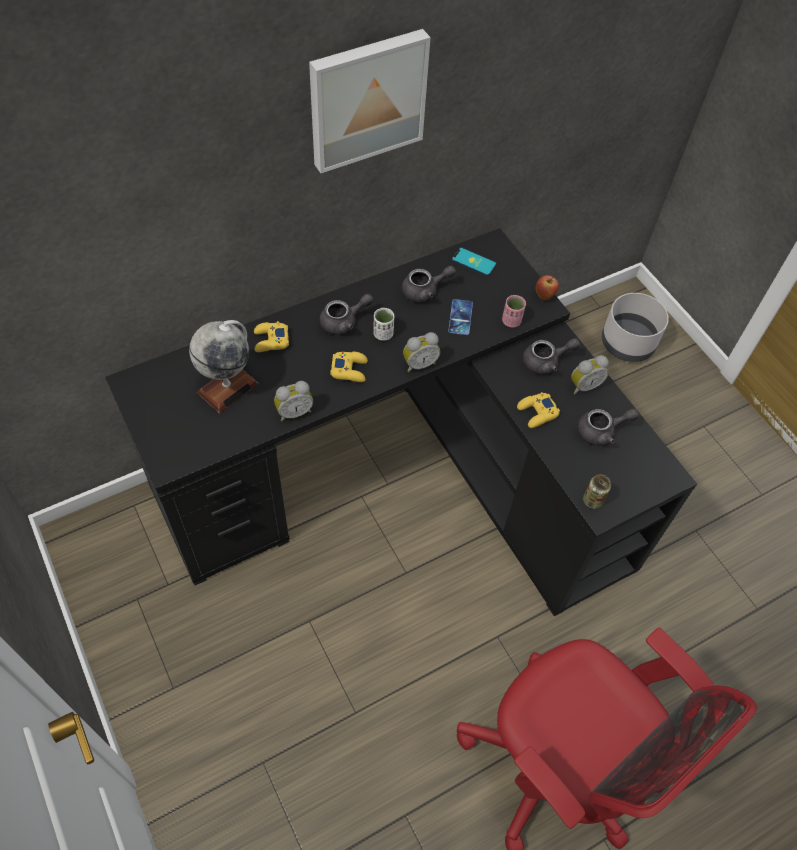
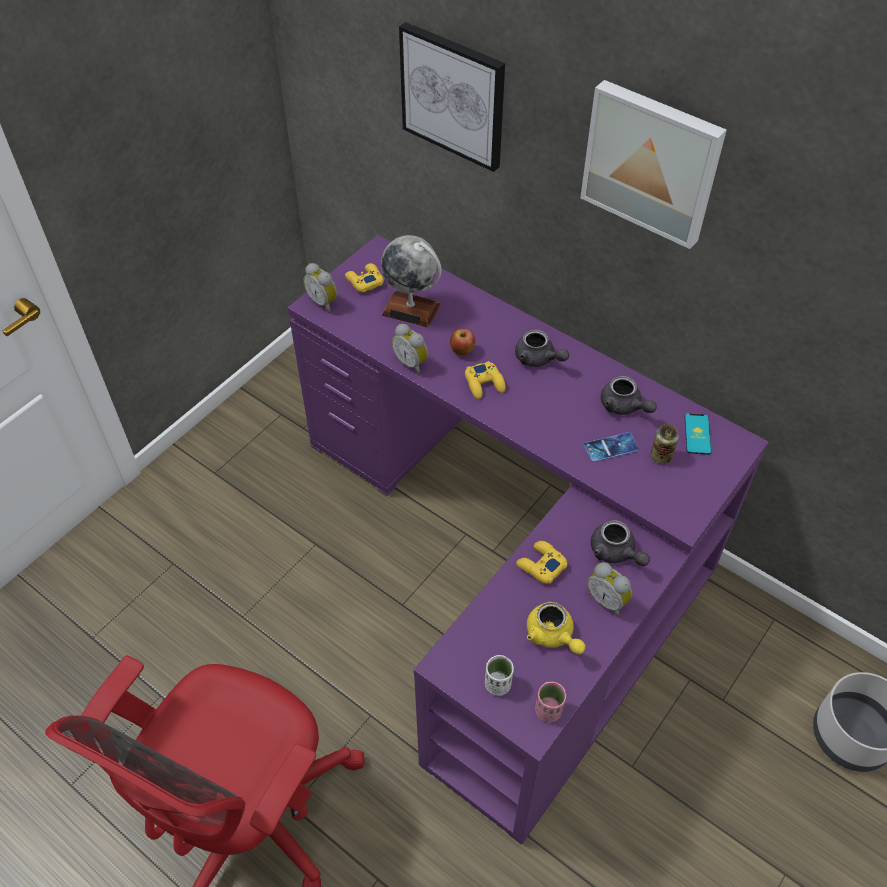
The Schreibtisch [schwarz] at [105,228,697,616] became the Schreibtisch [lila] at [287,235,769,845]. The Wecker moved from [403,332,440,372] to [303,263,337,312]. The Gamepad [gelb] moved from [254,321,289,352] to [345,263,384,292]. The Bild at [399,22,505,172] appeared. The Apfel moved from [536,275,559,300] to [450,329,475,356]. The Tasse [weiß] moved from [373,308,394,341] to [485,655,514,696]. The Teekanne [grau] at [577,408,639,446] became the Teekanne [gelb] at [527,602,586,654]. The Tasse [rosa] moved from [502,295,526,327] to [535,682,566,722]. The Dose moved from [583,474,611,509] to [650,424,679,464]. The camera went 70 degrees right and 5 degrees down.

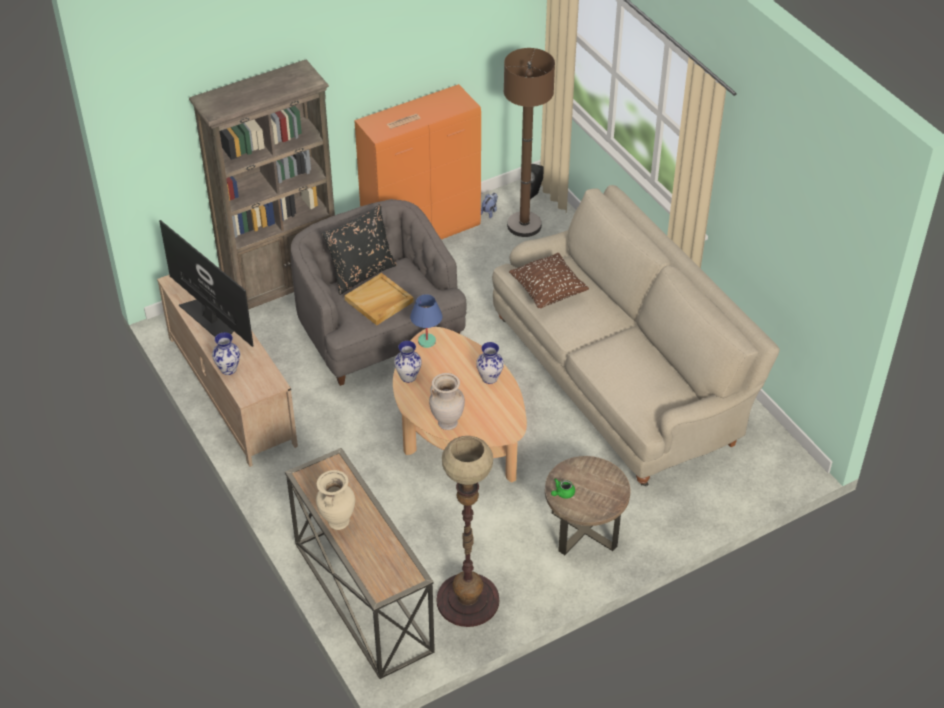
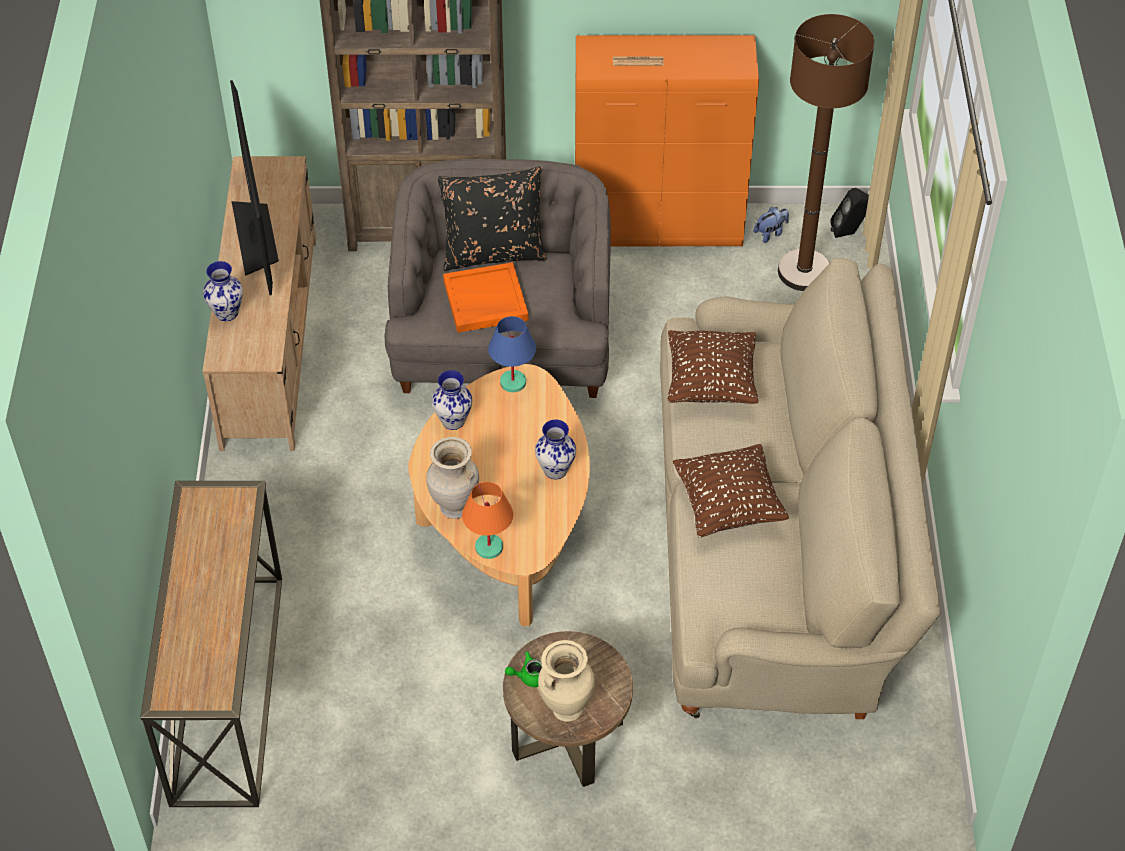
The Tablett [beige] at [344,273,414,325] became the Tablett [orange] at [443,262,528,333]. The Tischlampe [orange] at [462,482,513,559] appeared. The Vase [beige] moved from [316,470,355,530] to [538,640,595,722]. The Kissen [braun] at [673,444,789,538] appeared. The Stehlampe at [437,436,499,627] disappeared. The camera went 30 degrees right and 5 degrees up.

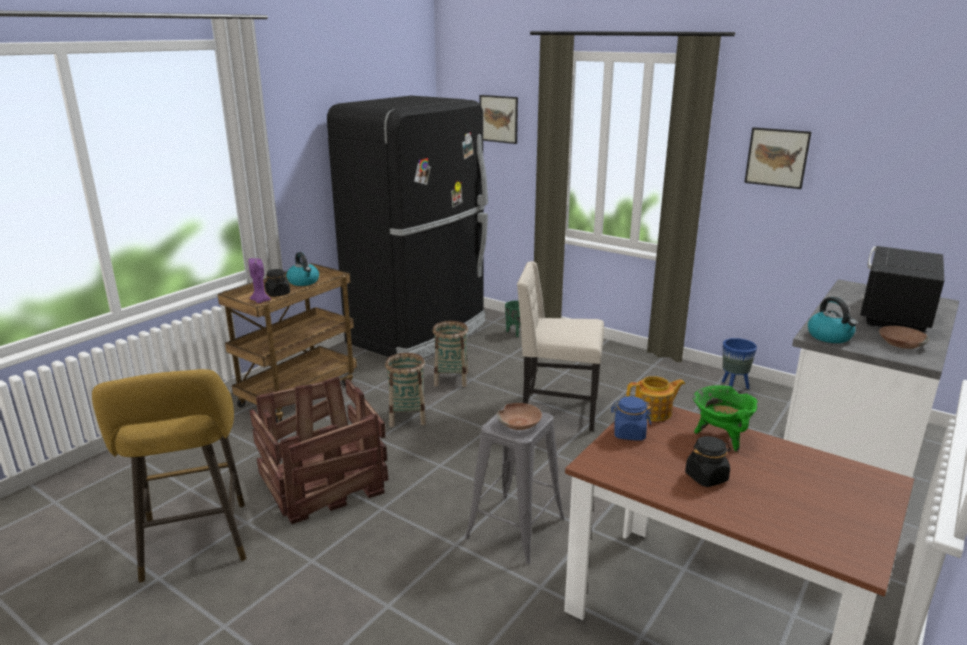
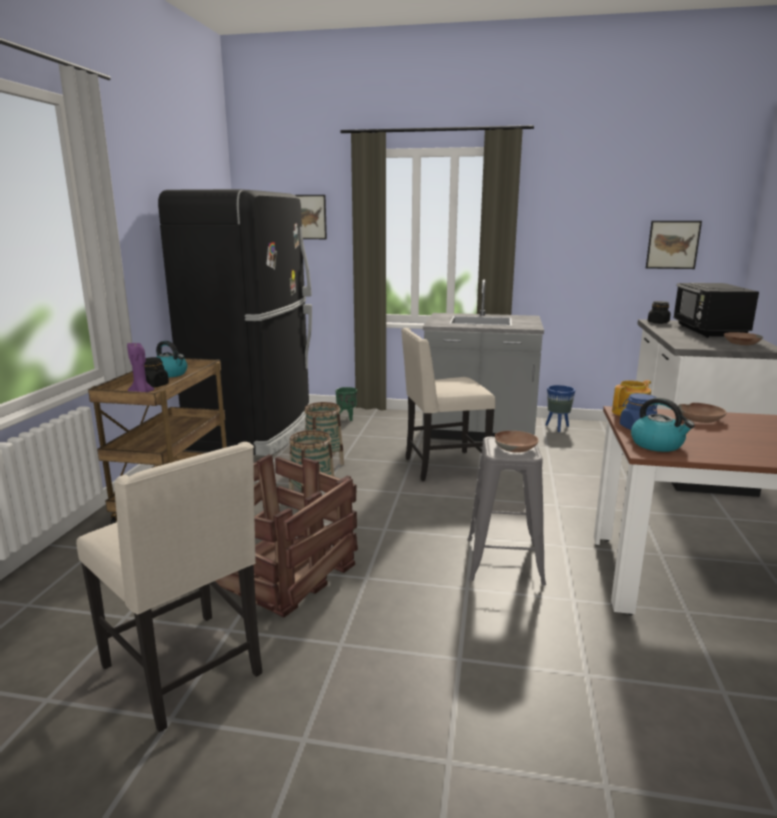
The Hocker [gelb] at [92,369,246,582] was replaced by the Stuhl [beige] at [76,442,262,732]. The Küchenzeile [grau] at [423,279,544,442] appeared. The Wasserkessel moved from [808,297,857,343] to [631,398,695,452]. The Bild moved from [744,127,811,189] to [646,221,702,269]. The Vorratsglas [schwarz] moved from [685,436,730,487] to [648,301,671,324]. The Kochtopf [grün] at [693,385,758,452] was replaced by the Schüssel [braun] at [677,403,727,423]. The camera went 25 degrees left and 5 degrees down.

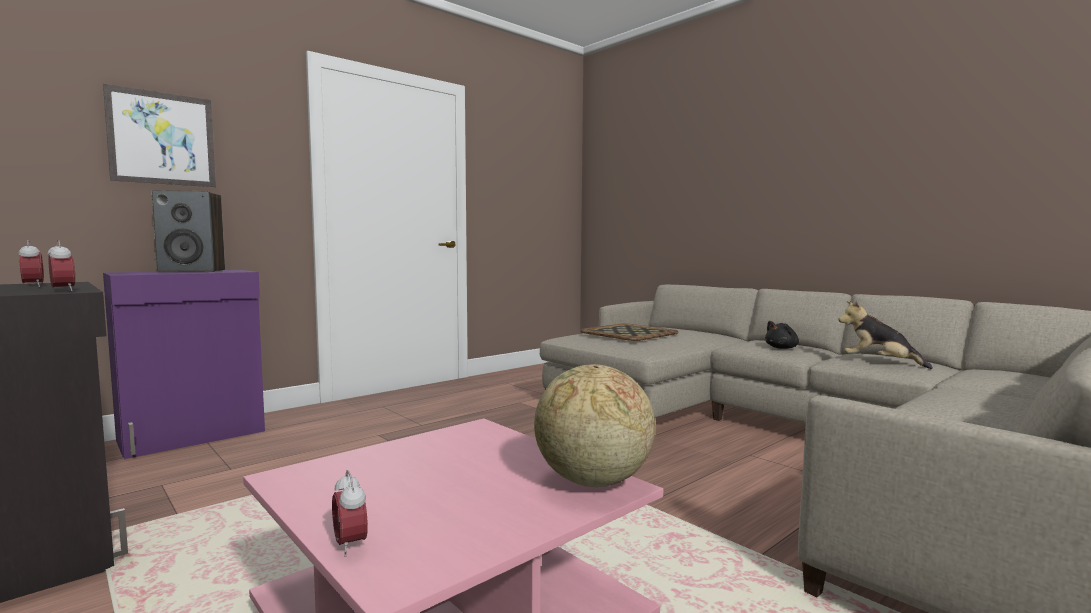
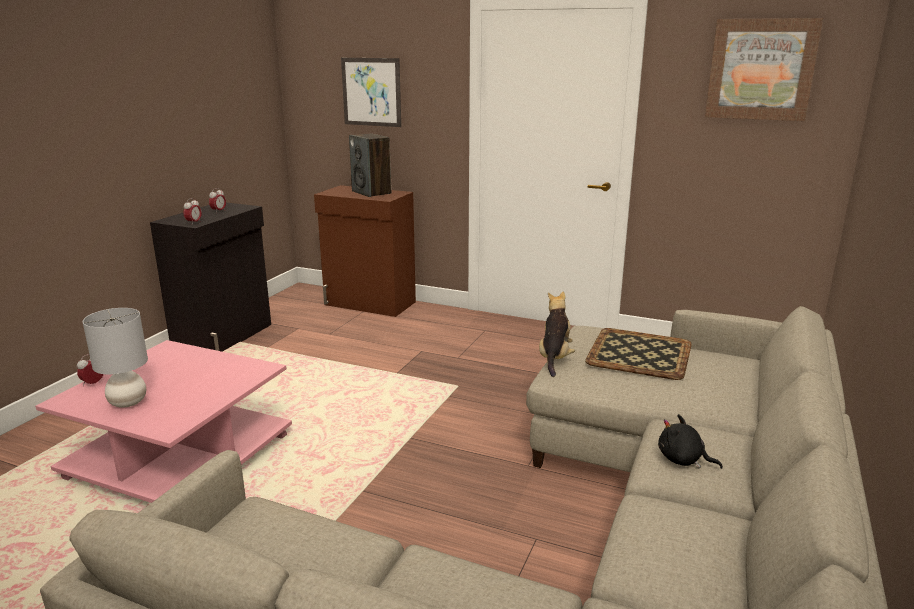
The Tischlampe [grau] at [83,308,148,408] appeared. The Schrank [lila] at [103,270,265,459] became the Schrank [braun] at [314,185,416,317]. The Plüschtier moved from [838,301,933,369] to [539,292,575,377]. The Bild at [705,18,823,121] appeared. The Globus at [534,364,655,487] disappeared. The camera went 65 degrees right and 15 degrees up.

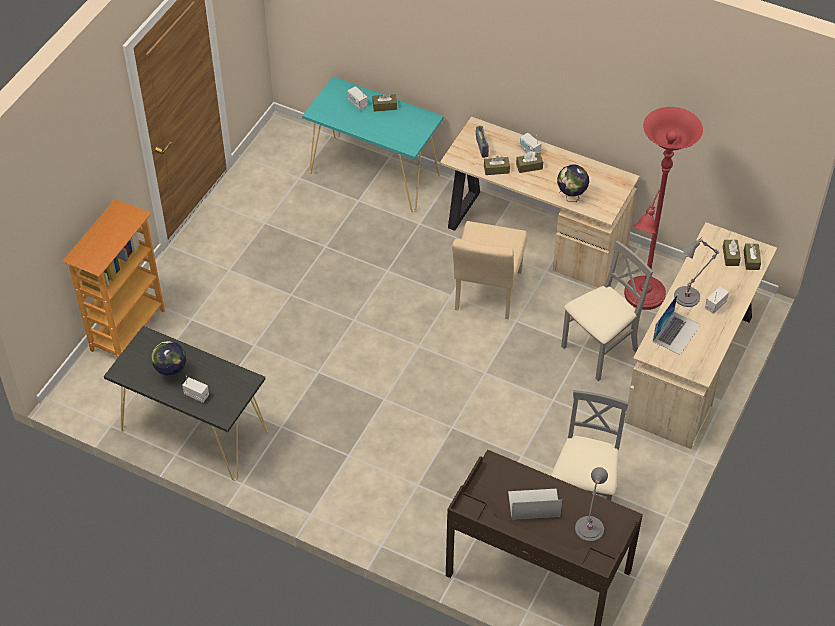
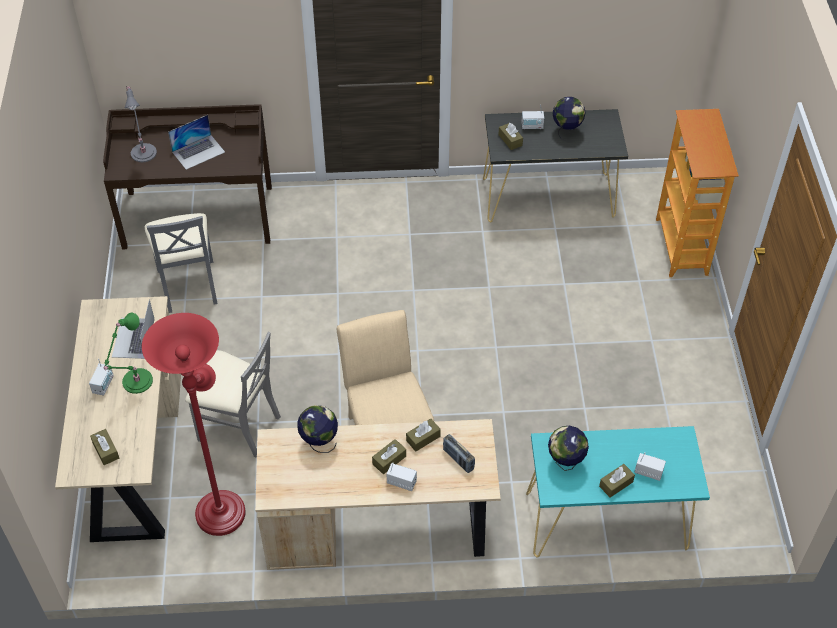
The Tischlampe [grau] at [674,237,719,307] became the Tischlampe [grün] at [103,313,153,394]. The Stuhl [grau] at [561,241,653,381] turned 90 degrees counterclockwise. The Taschentuchbox [braun] moved from [744,244,761,270] to [498,123,523,150]. The Globus at [548,426,589,471] appeared. The camera went 150 degrees right and 0 degrees up.

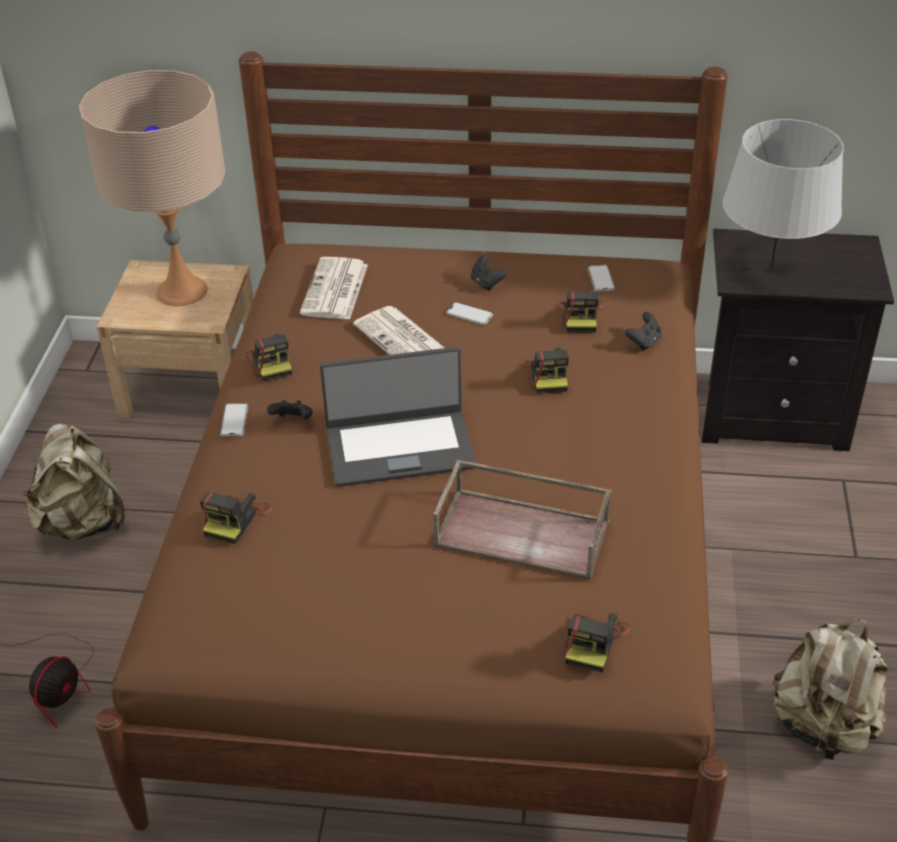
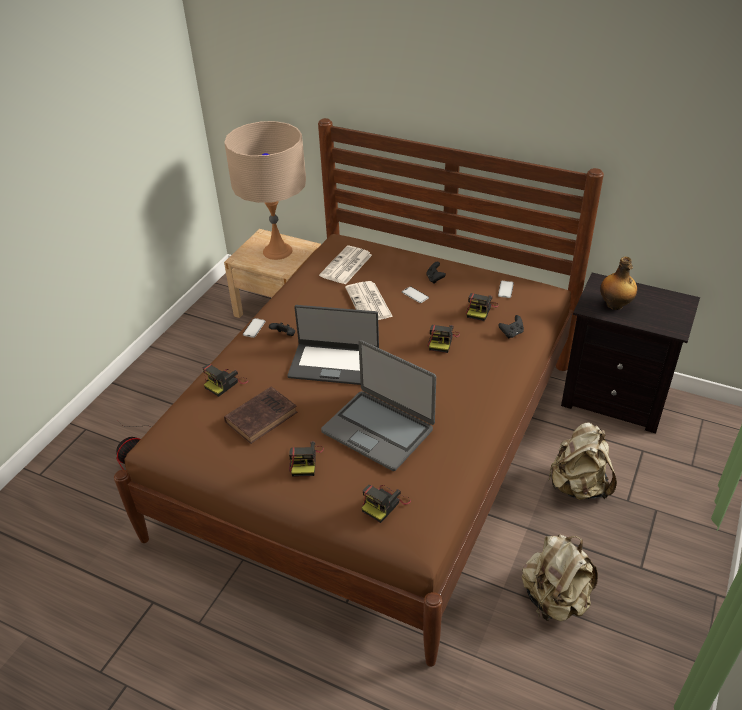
The Buch [braun] at [224,386,298,444] appeared. The Kamera moved from [245,333,292,381] to [289,441,324,477]. The Tablett [braun] at [433,460,612,580] was replaced by the Laptop at [321,340,436,471]. The Rucksack [beige] moved from [23,424,125,540] to [548,422,617,500]. The Tischlampe [grau] at [723,119,844,271] was replaced by the Flasche at [600,257,637,310]. The camera went 20 degrees right and 0 degrees up.

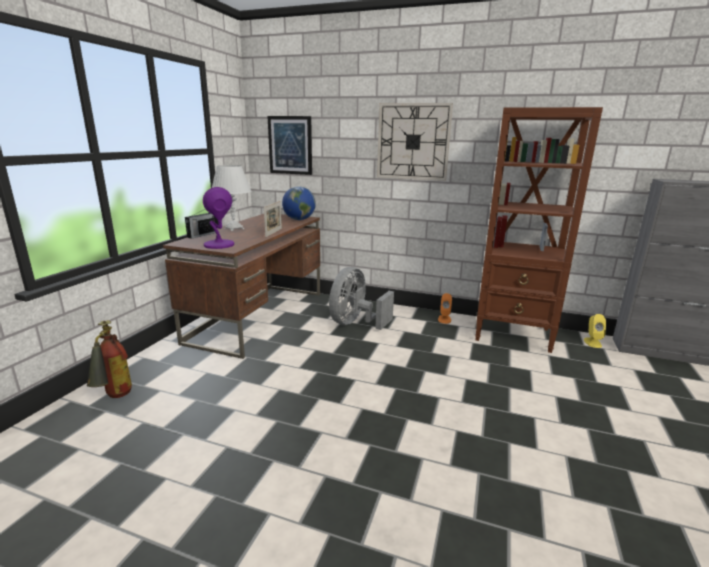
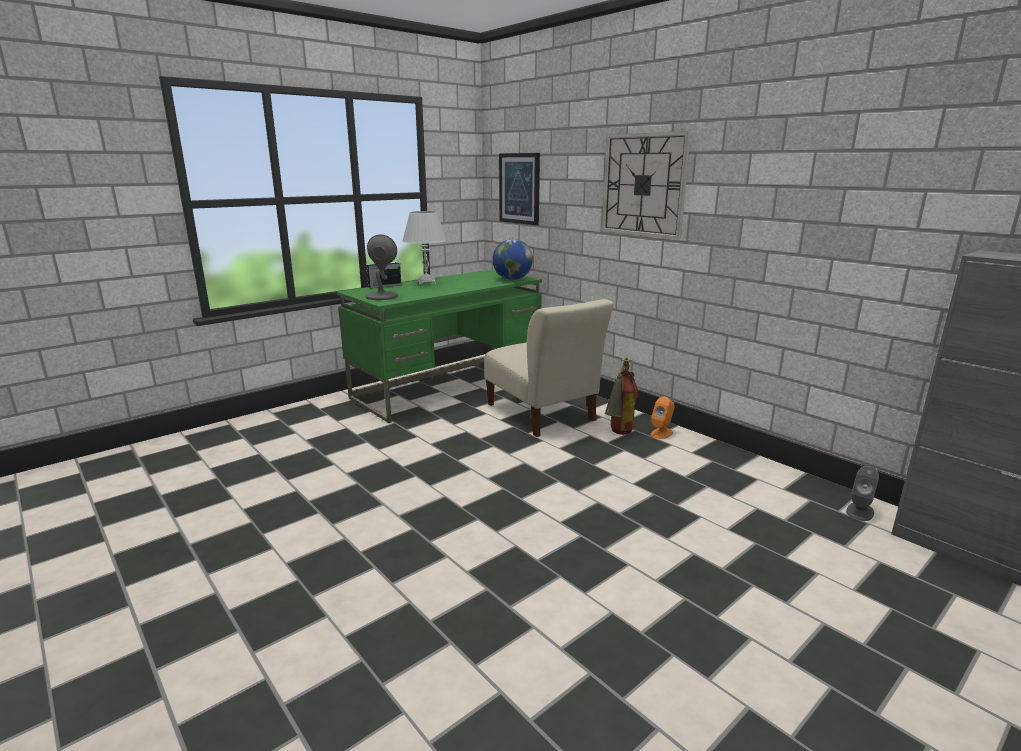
The Schreibtisch [braun] at [163,214,320,359] became the Schreibtisch [grün] at [337,269,542,423]. The Tischlampe [lila] at [203,187,234,249] became the Tischlampe [grau] at [366,234,398,300]. The Ventilator [grau] at [329,267,394,330] was replaced by the Stuhl [beige] at [484,299,614,437]. The Feuerlöscher moved from [87,320,132,398] to [605,358,638,435]. The Lautsprecher [gelb] at [584,314,606,348] became the Lautsprecher [grau] at [846,466,879,521]. The Bilderrahmen at [264,201,282,237] disappeared. The Bücherregal [braun] at [475,107,603,353] disappeared. The camera went 30 degrees right and 0 degrees up.

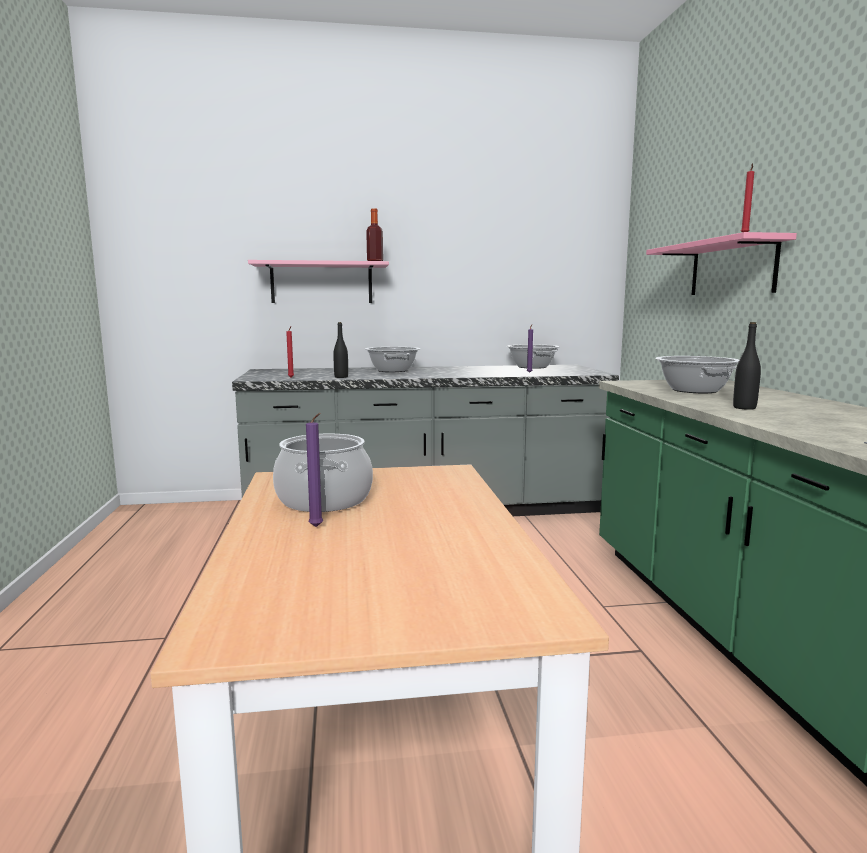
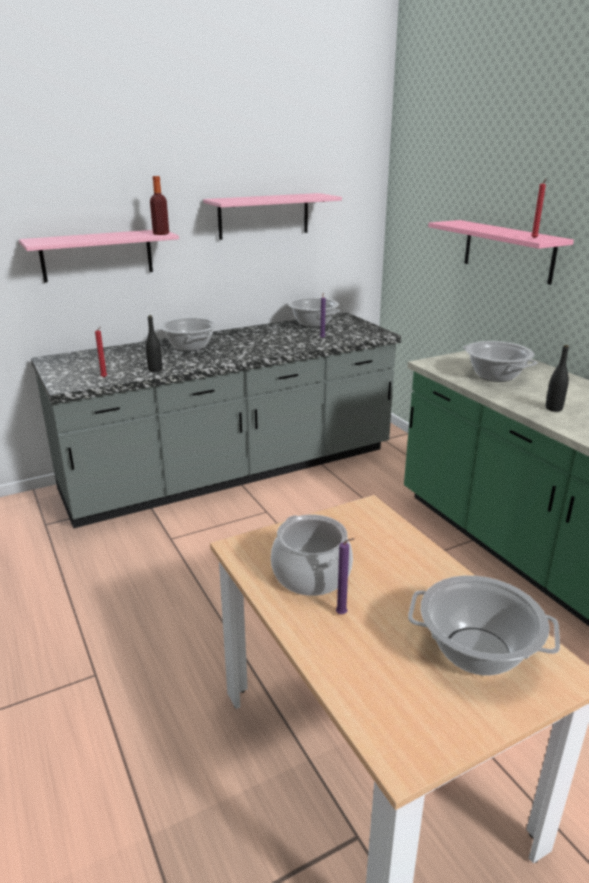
The Wandregal [rosa] at [203,193,342,240] appeared. The Kochtopf at [408,575,560,676] appeared. The camera went 20 degrees left and 15 degrees up.

